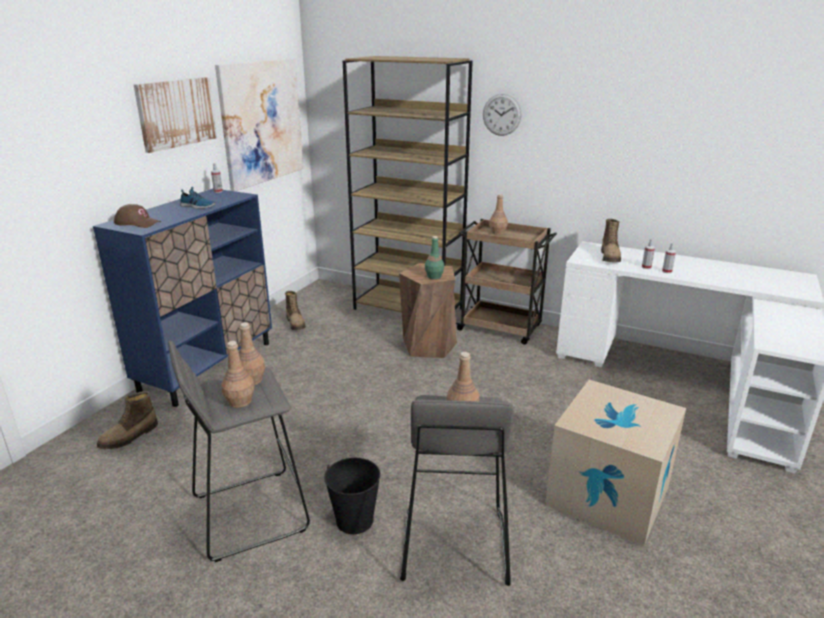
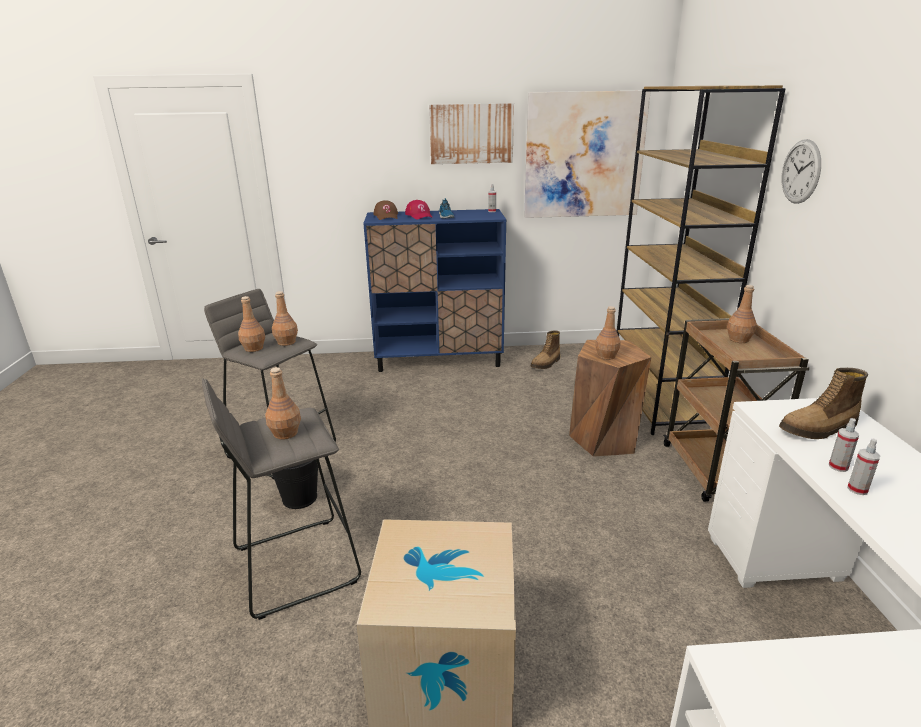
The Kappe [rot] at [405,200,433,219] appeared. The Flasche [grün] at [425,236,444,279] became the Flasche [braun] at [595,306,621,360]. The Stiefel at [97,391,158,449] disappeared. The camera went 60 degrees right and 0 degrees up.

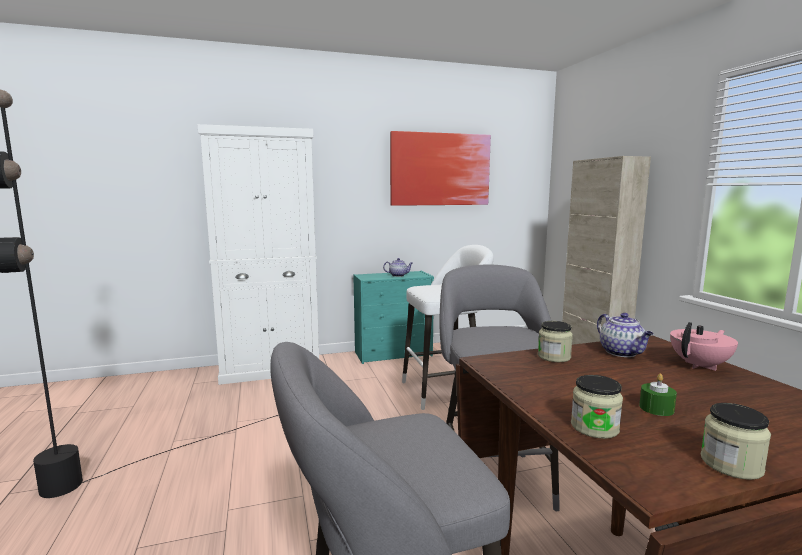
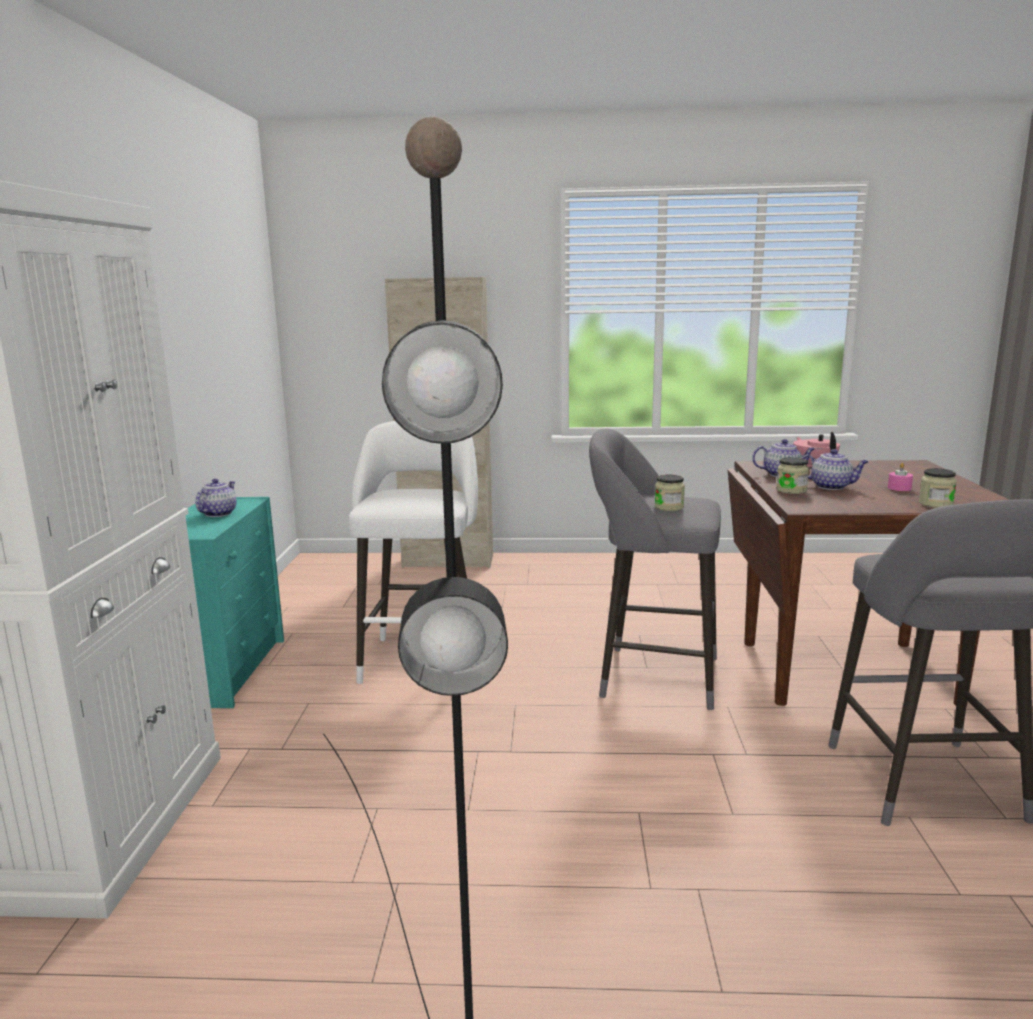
The Vorratsglas moved from [701,403,771,480] to [655,475,685,511]. The Teekanne at [802,449,869,490] appeared. The Kerze [grün] at [639,374,677,416] became the Kerze [rosa] at [888,463,913,491]. The Bild at [390,131,491,206] disappeared. The camera went 70 degrees left and 5 degrees up.

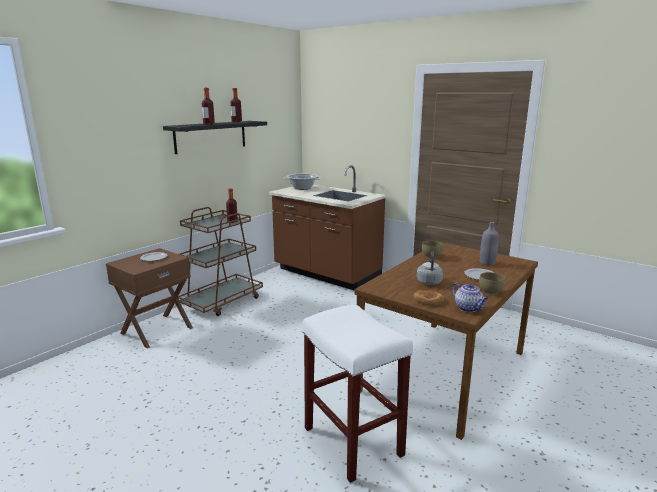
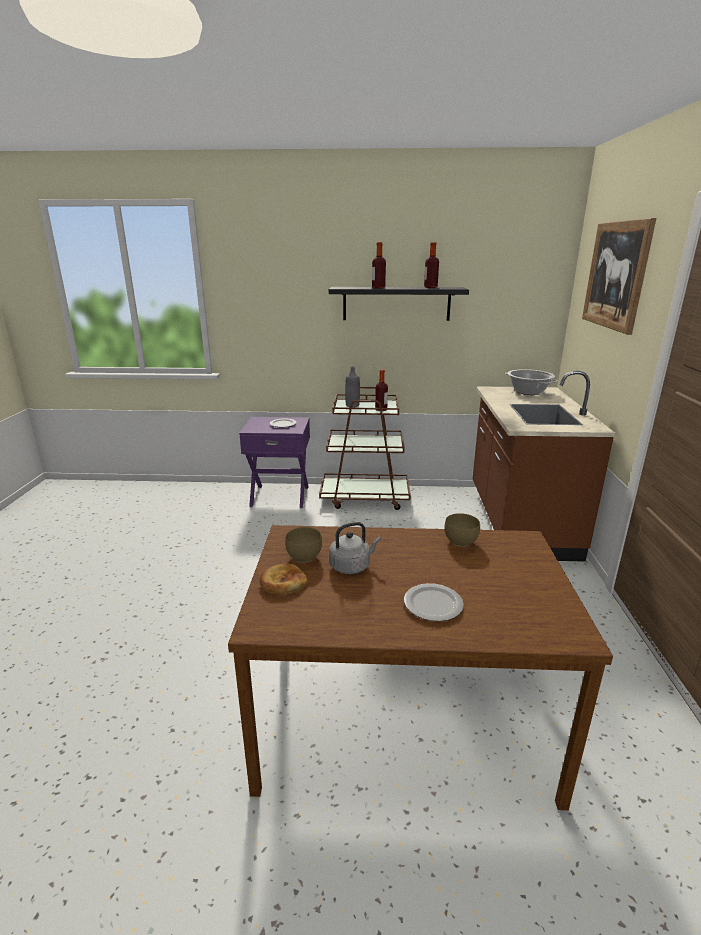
The Nachttisch [braun] at [106,248,193,349] became the Nachttisch [lila] at [239,417,310,508]. The Schüssel [braun] moved from [479,272,505,294] to [285,527,322,562]. The Flasche [grau] moved from [480,222,499,266] to [345,366,360,408]. The Bild at [582,218,656,335] appeared. The Hocker [weiß] at [302,304,413,483] disappeared. The Teekanne at [451,283,489,312] disappeared. The camera went 55 degrees right and 5 degrees up.

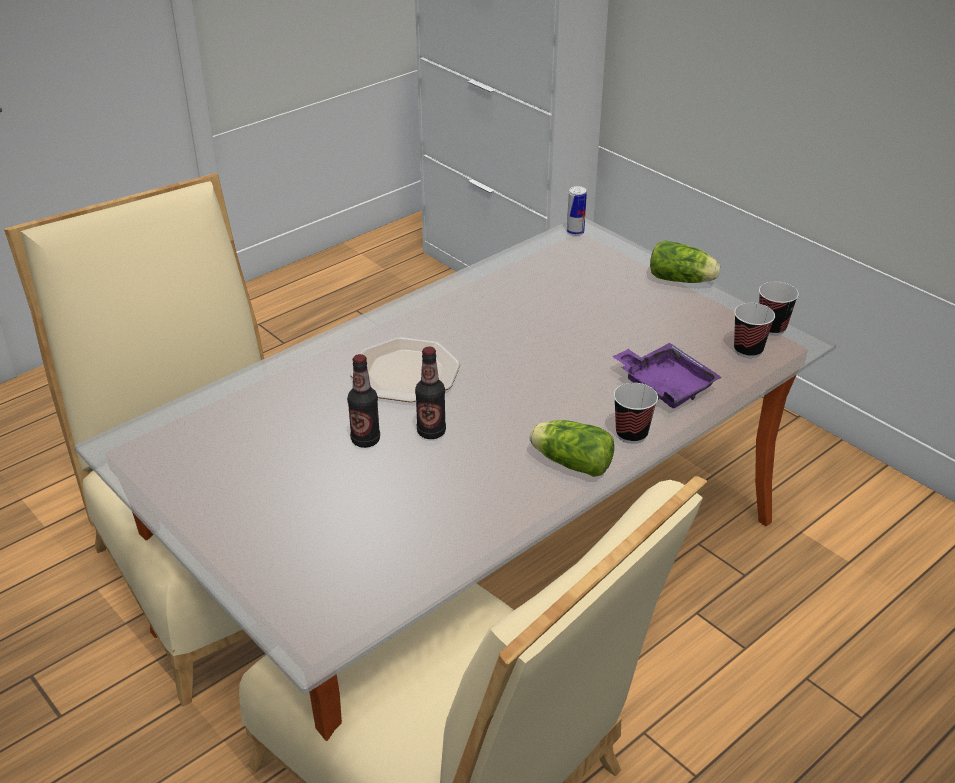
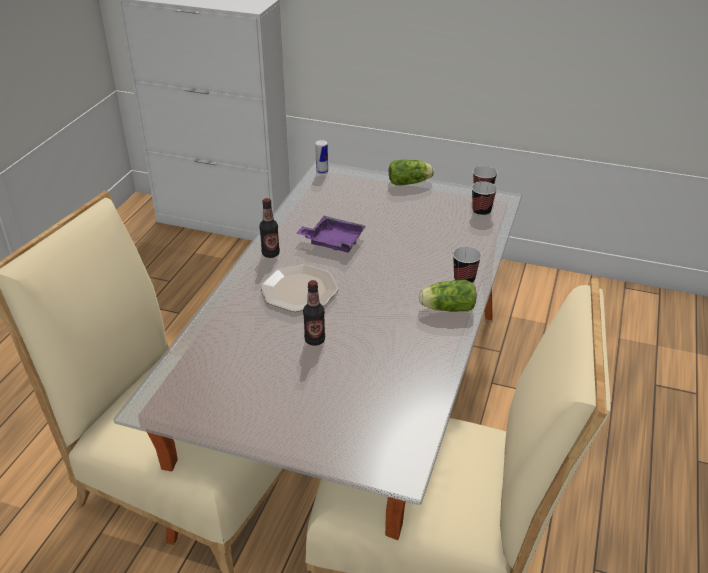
The Flasche moved from [415,347,446,439] to [259,198,280,258]. The Tablett [lila] moved from [612,343,722,408] to [296,216,366,253]. The camera went 30 degrees left and 0 degrees up.

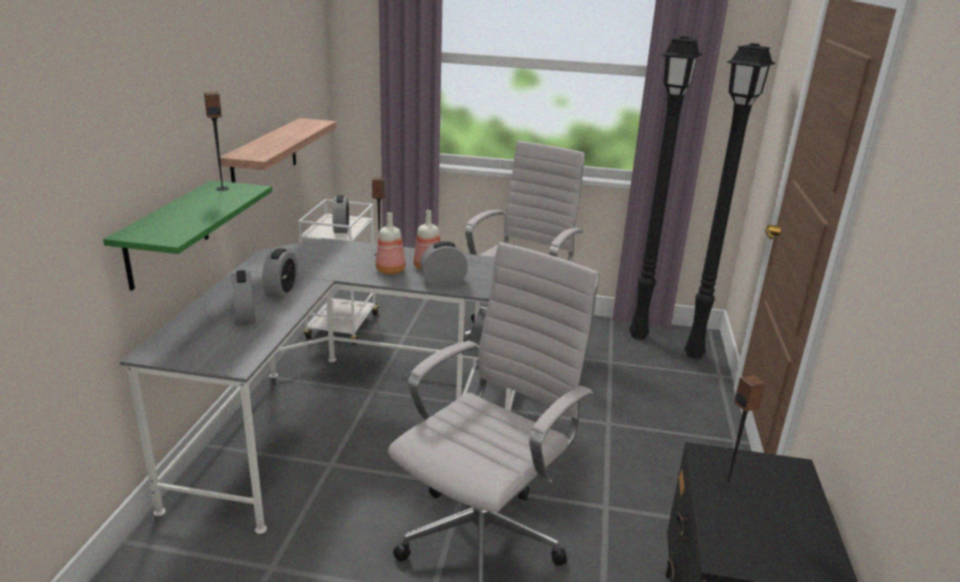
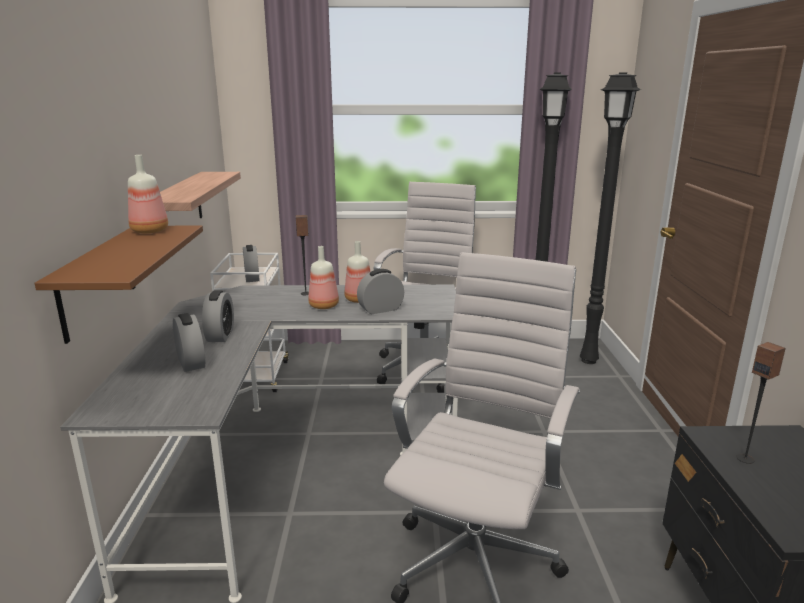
The Wandregal [grün] at [103,180,272,291] became the Wandregal [braun] at [35,226,203,344]. The Lautsprecher at [204,92,229,191] was replaced by the Flasche at [128,155,168,234]. The camera went 10 degrees left and 5 degrees down.

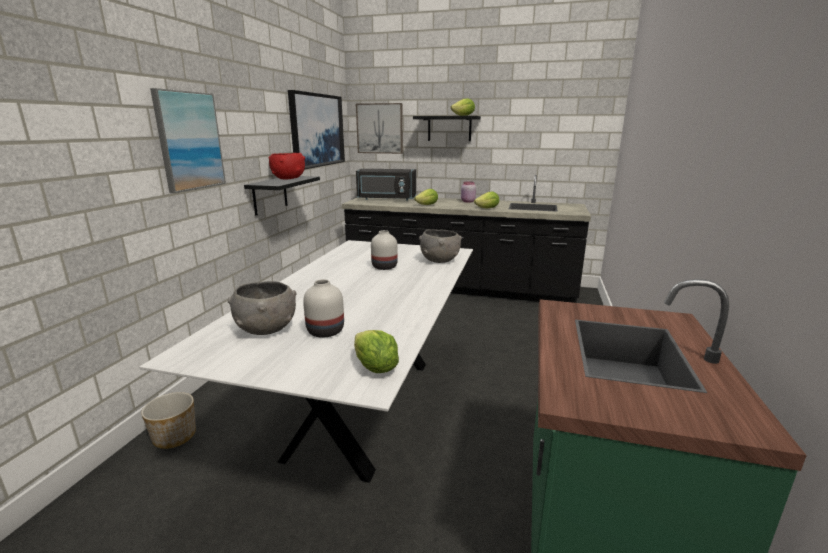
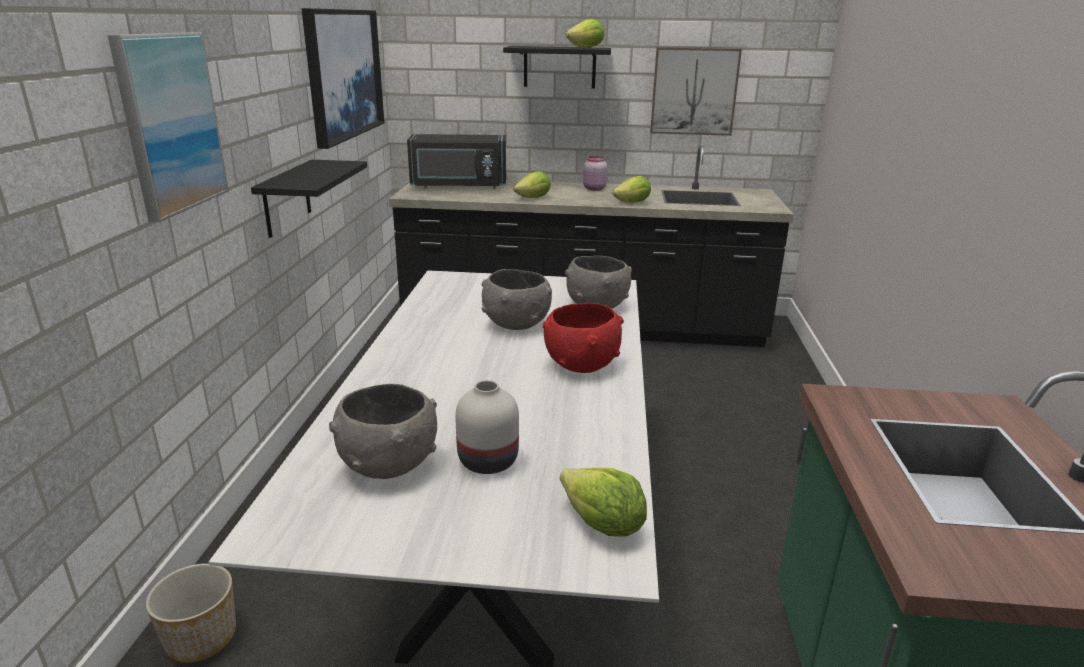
The Vase [weiß] at [371,230,398,270] was replaced by the Schüssel [grau] at [482,269,552,330]. The Schüssel [rot] moved from [269,153,305,179] to [542,303,624,373]. The Bild moved from [356,103,403,154] to [650,47,742,136]. The camera went 10 degrees left and 5 degrees up.

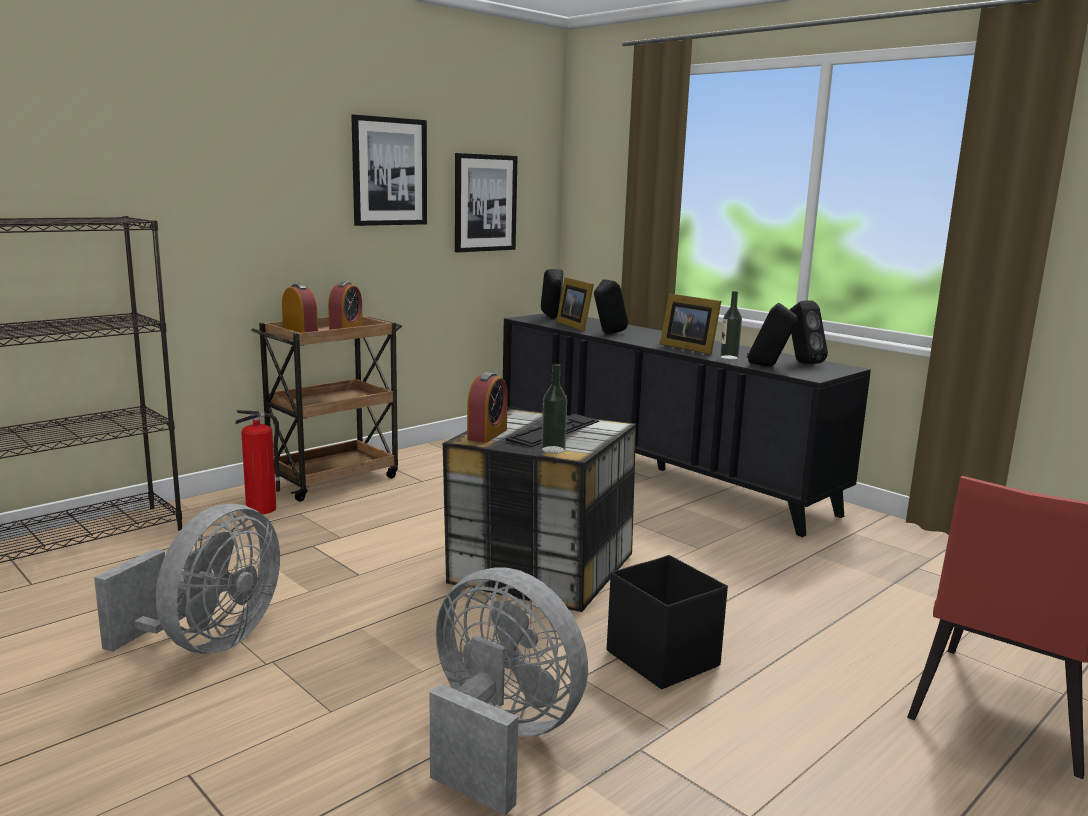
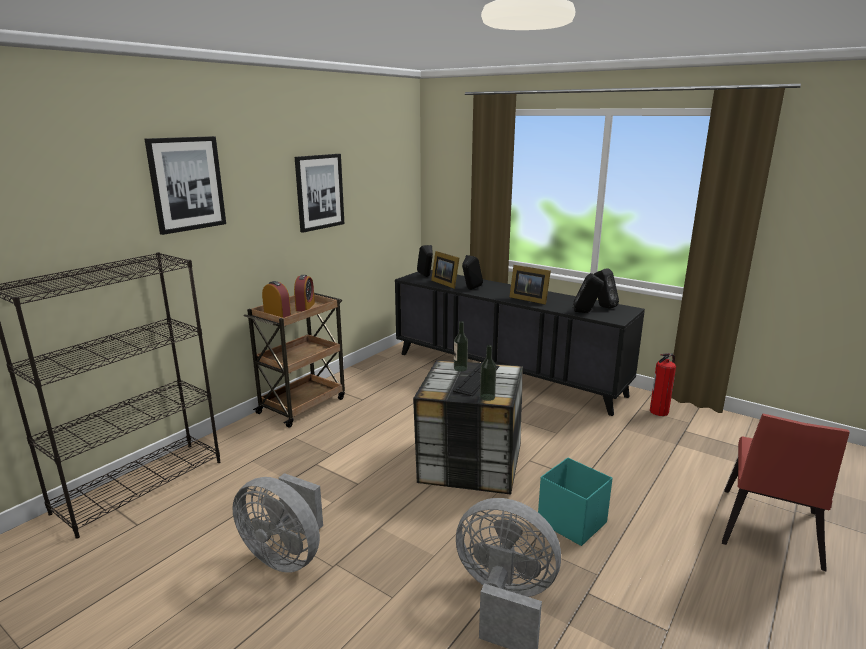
The Bild moved from [455,153,518,252] to [145,136,226,235]. The Ventilator [grau] at [94,504,280,654] turned 105 degrees clockwise. The Flasche moved from [720,291,742,359] to [454,321,468,372]. The Aufbewahrungsbox [schwarz] at [607,555,728,689] became the Aufbewahrungsbox [türkis] at [538,457,613,546]. The Feuerlöscher moved from [235,410,280,514] to [650,353,676,416]. The Wecker at [467,372,508,443] disappeared. The camera went 10 degrees left and 5 degrees up.

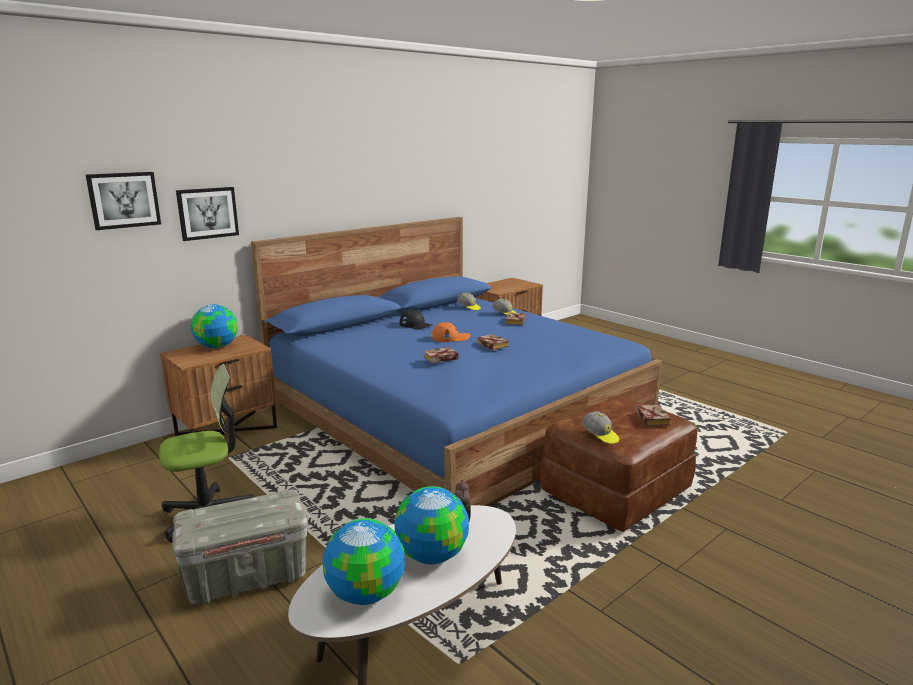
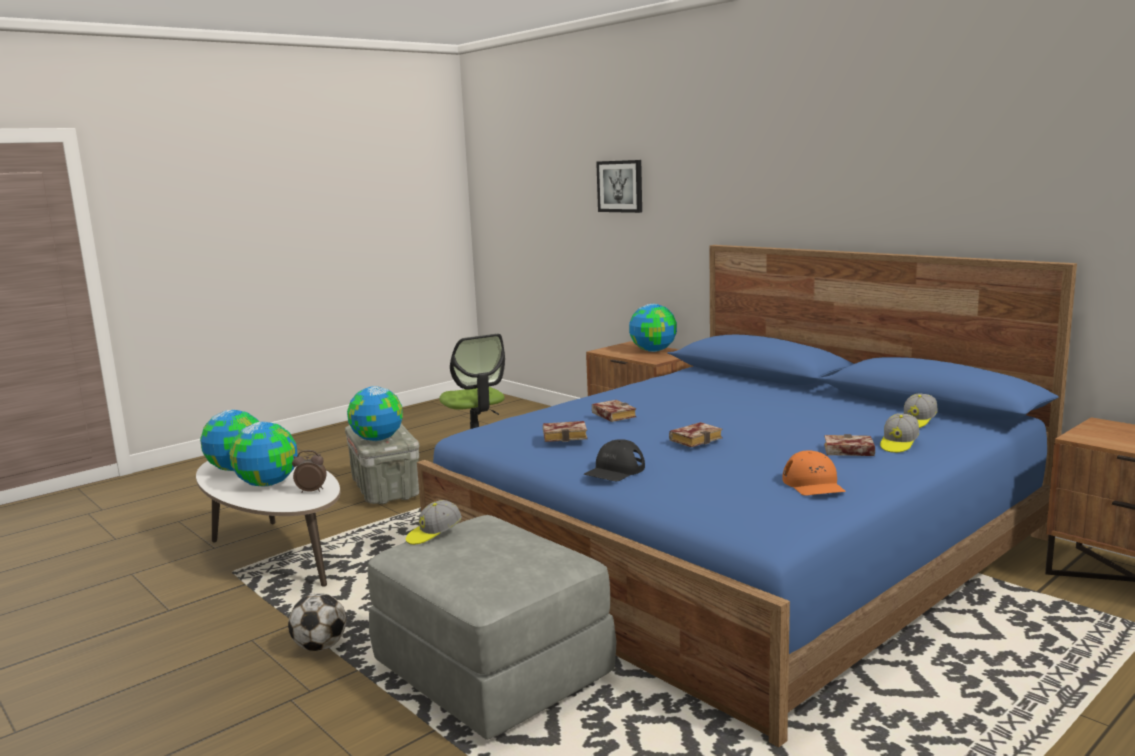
The Fußball at [288,593,346,651] appeared. The Globus at [347,386,403,441] appeared. The Polsterhocker [braun] at [540,396,697,532] became the Polsterhocker [grau] at [368,515,617,740]. The Buch moved from [636,405,671,426] to [543,421,587,442]. The Kappe [schwarz] moved from [400,310,432,330] to [583,439,645,481]. The Kappe [orange] moved from [431,322,470,342] to [783,451,846,496]. The Bild at [176,187,239,241] disappeared. The camera went 90 degrees right and 5 degrees down.

